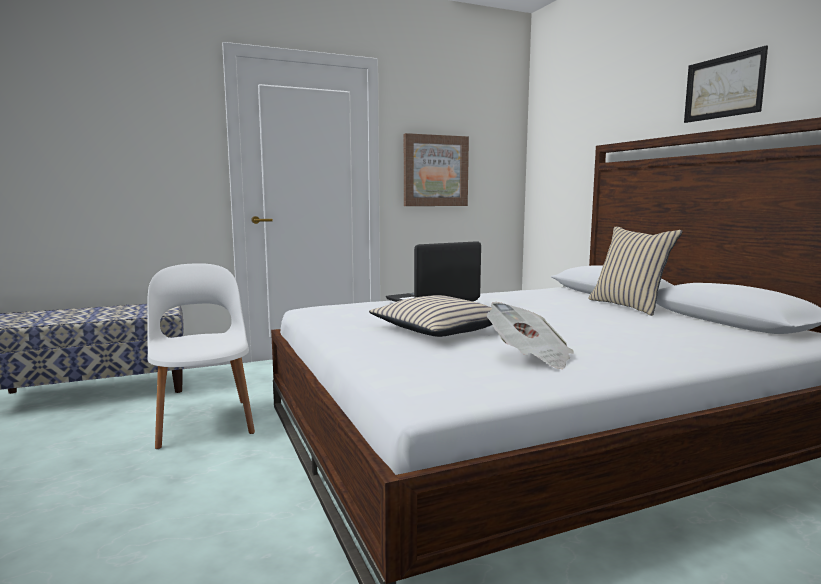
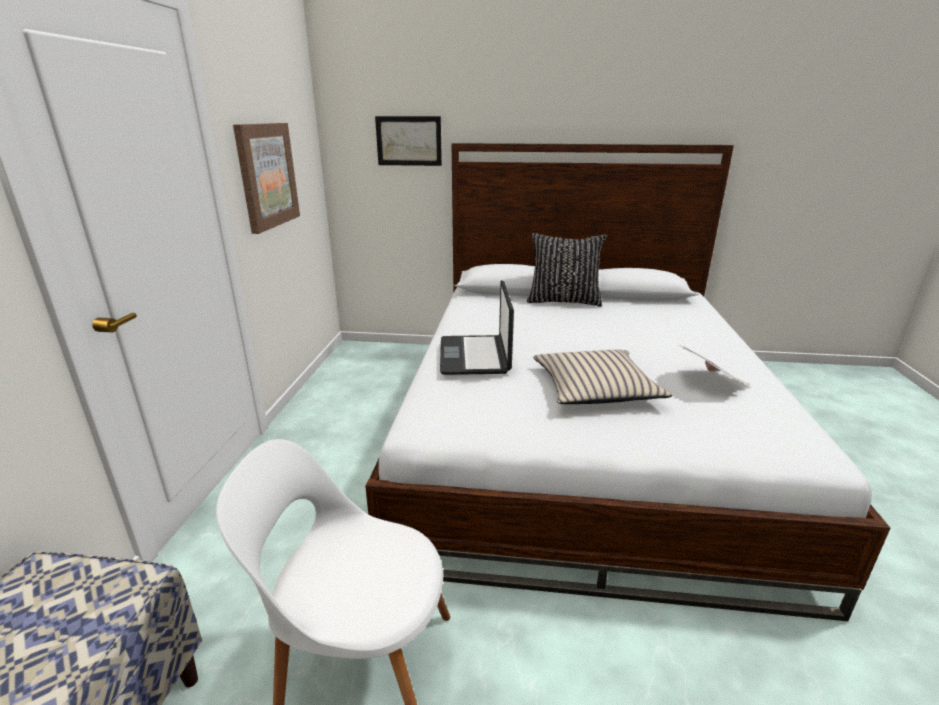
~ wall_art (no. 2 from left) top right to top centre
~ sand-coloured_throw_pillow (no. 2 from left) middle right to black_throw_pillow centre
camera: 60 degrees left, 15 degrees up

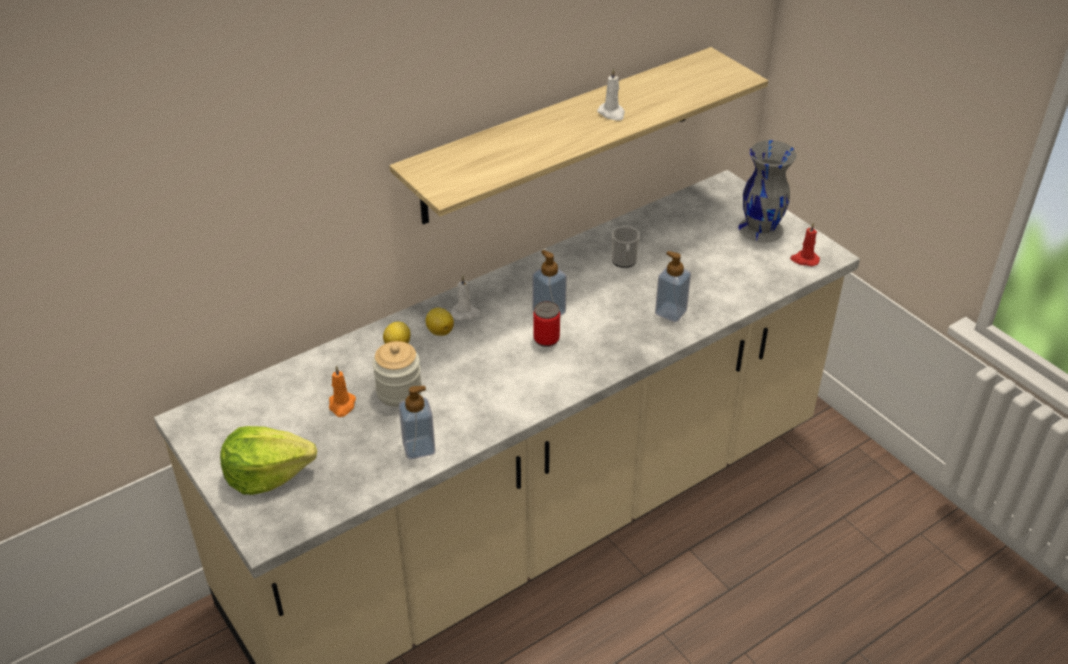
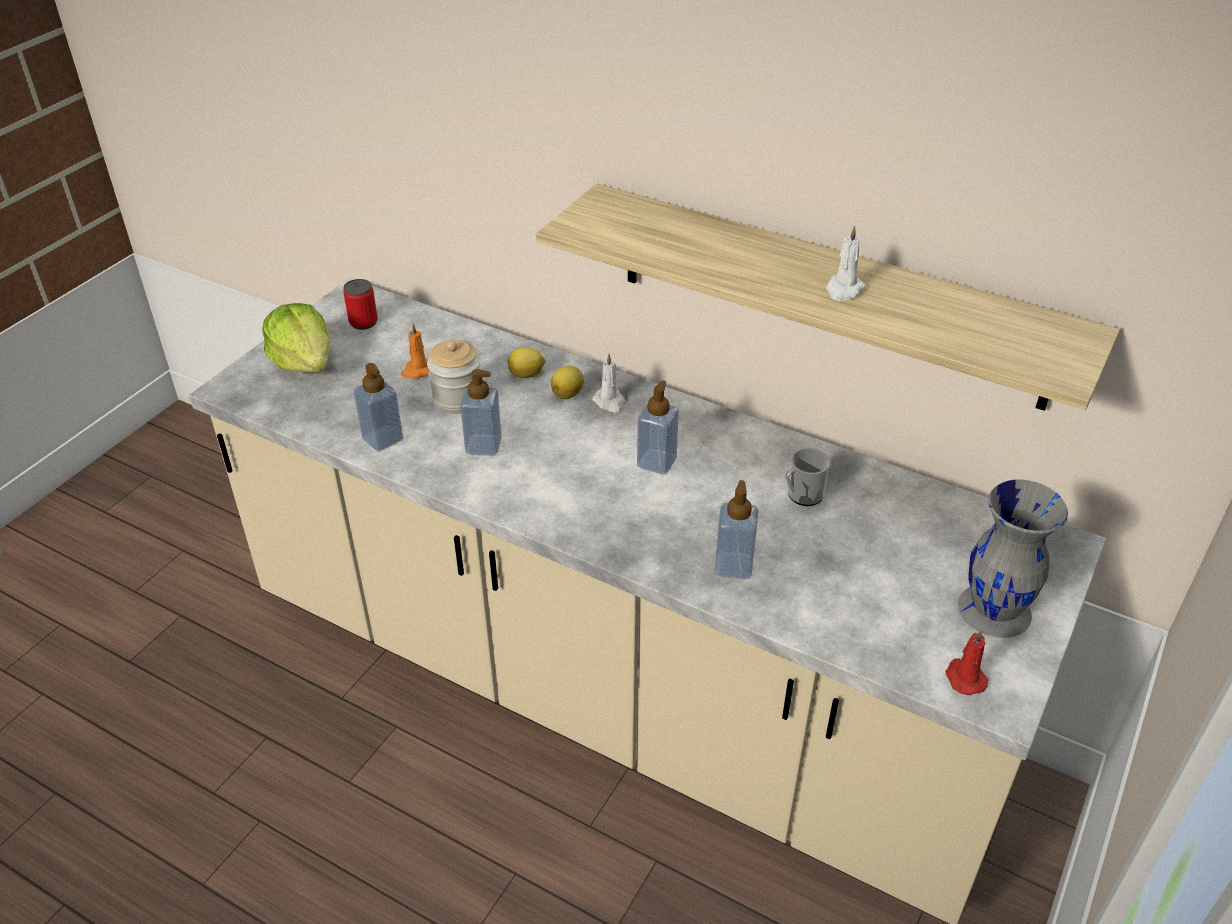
~ sealed_can centre to top left
+ liquid_soap_bottle (no. 2 from left) centre
camera: 65 degrees right, 0 degrees up

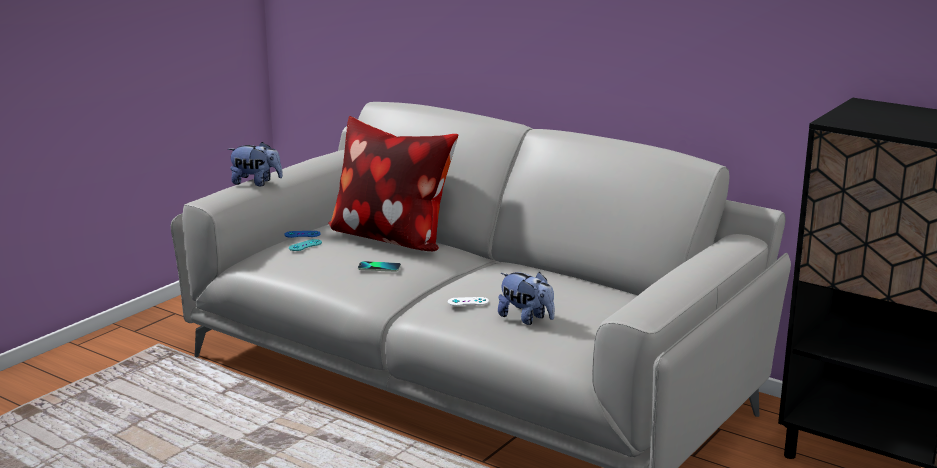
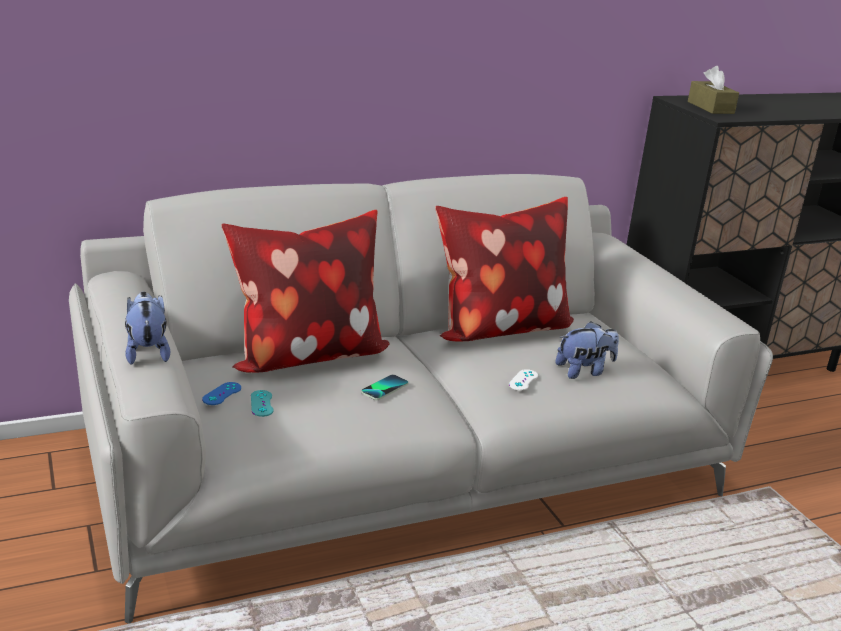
~ soft_toy (no. 1 from left) middle left = middle left 60 degrees counterclockwise
+ brown_tissue_box top right
+ throw_pillow (no. 2 from left) centre
camera: 60 degrees left, 5 degrees up

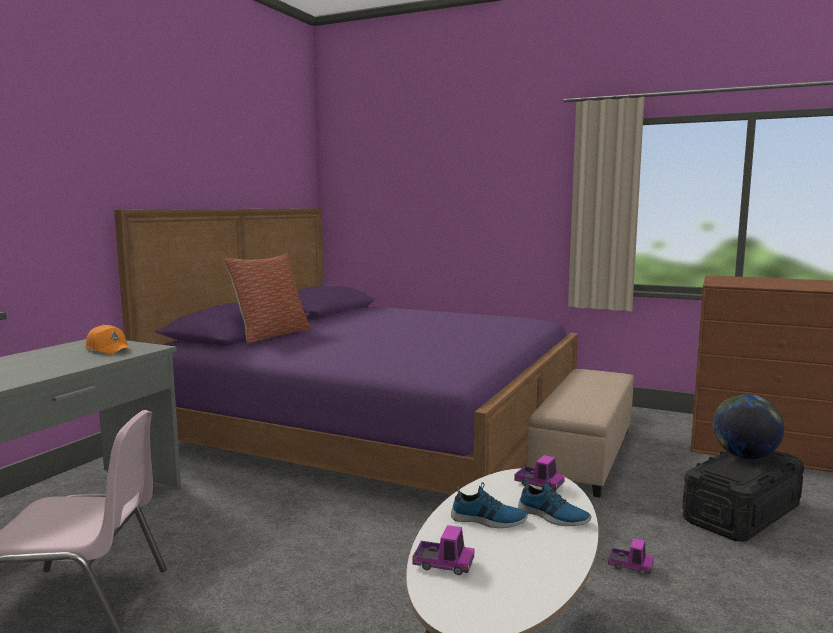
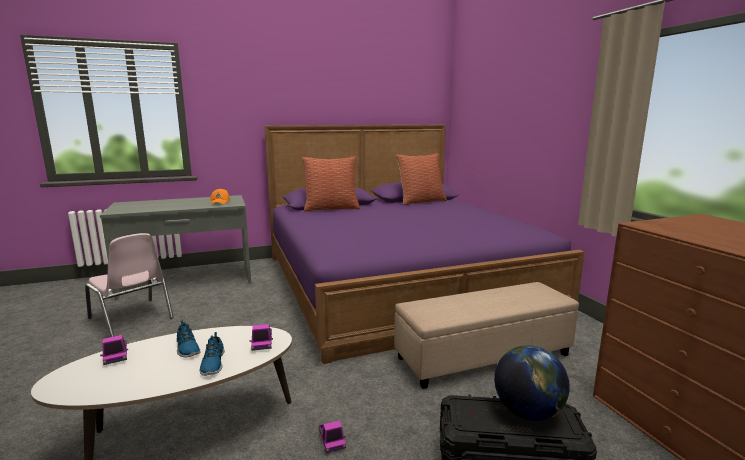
+ throw_pillow (no. 2 from left) centre
camera: 45 degrees right, 5 degrees up

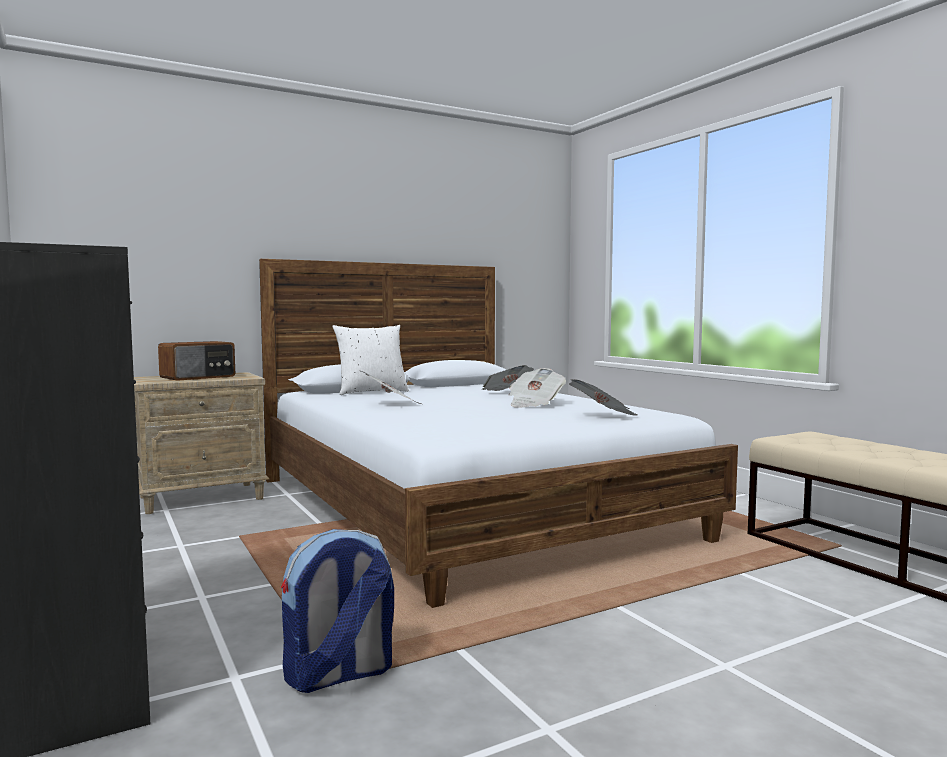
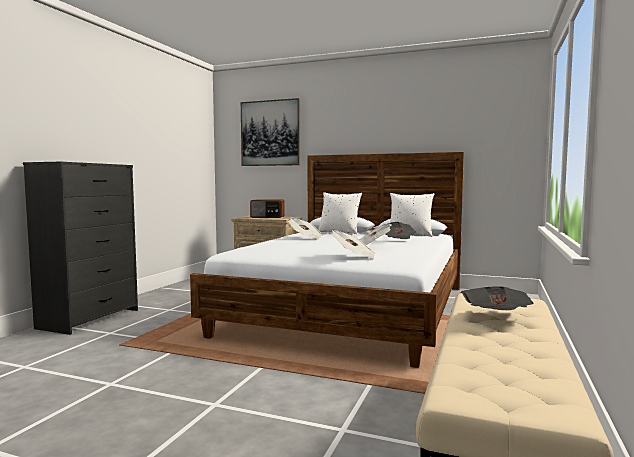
- rucksack bottom centre
+ wall_art top centre
+ whitish_throw_pillow (no. 2 from left) centre
+ printed_paper (no. 5 from left) middle right
camera: 50 degrees right, 0 degrees up

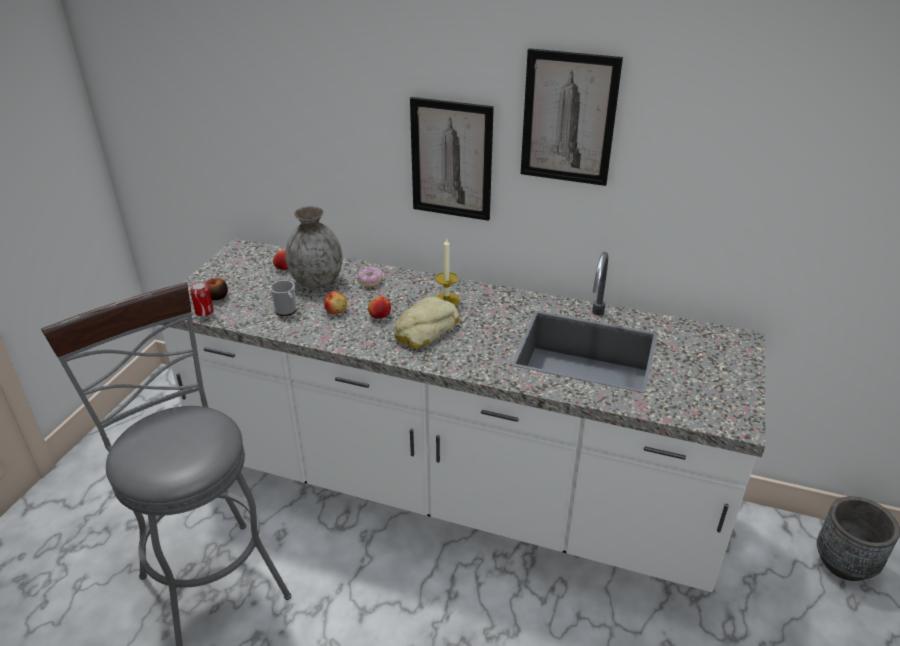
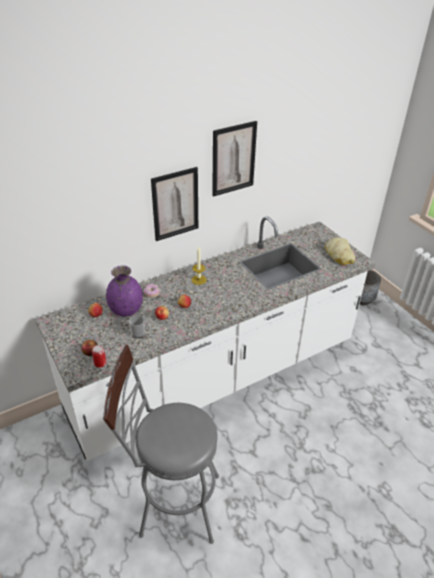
~ gray_flower_vase centre to purple_flower_vase middle left
~ bread centre to middle right
camera: 50 degrees left, 5 degrees up

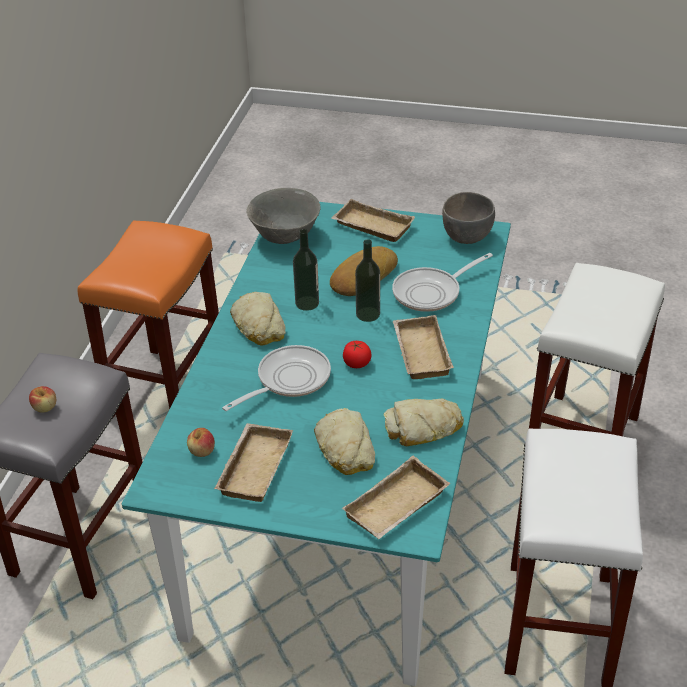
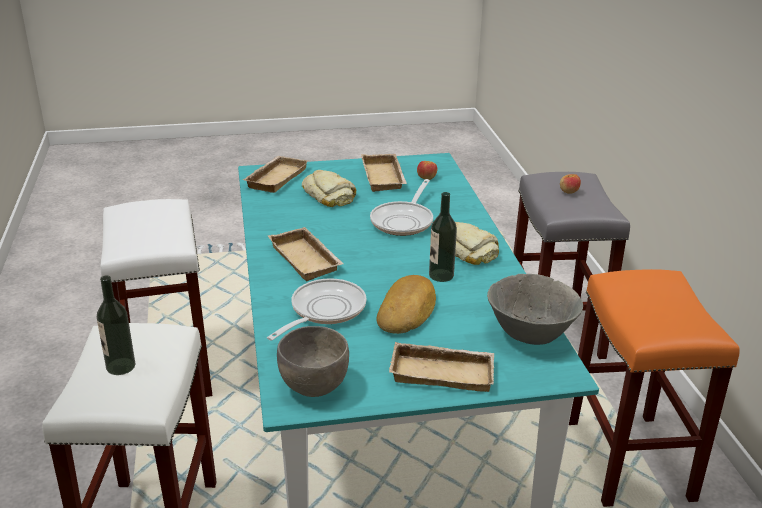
~ beverage_bottle (no. 2 from left in the first image) centre to beverage_bottle (no. 1 from left) middle left
- tomato centre
- bread (no. 4 from left) centre
camera: 155 degrees right, 10 degrees down

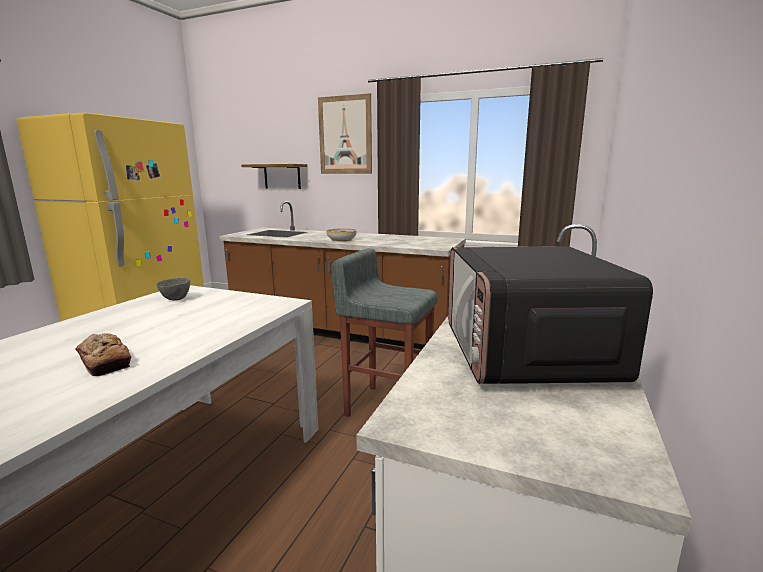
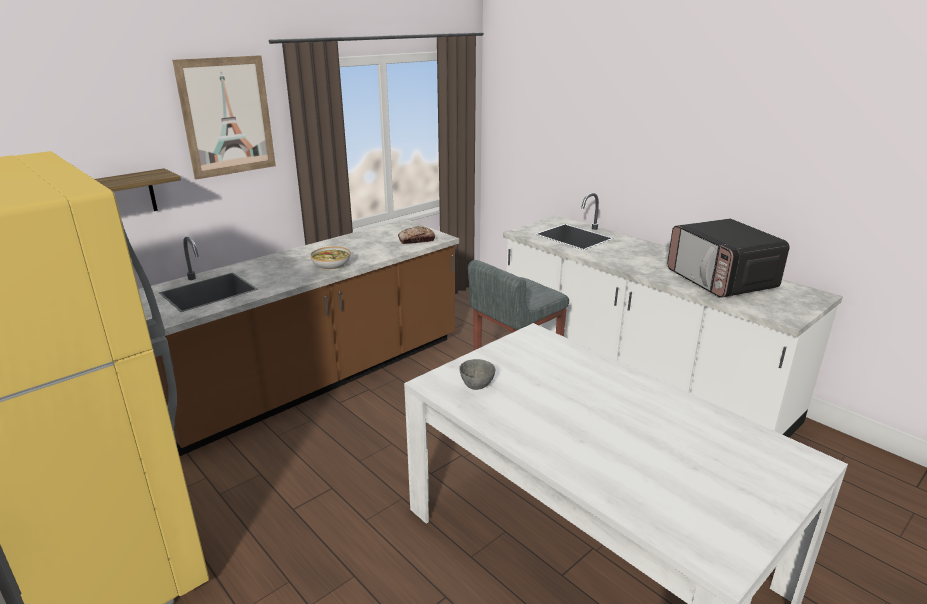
~ kitchen_microwave middle right = middle right 45 degrees clockwise
~ bread middle left to centre
camera: 65 degrees left, 10 degrees up

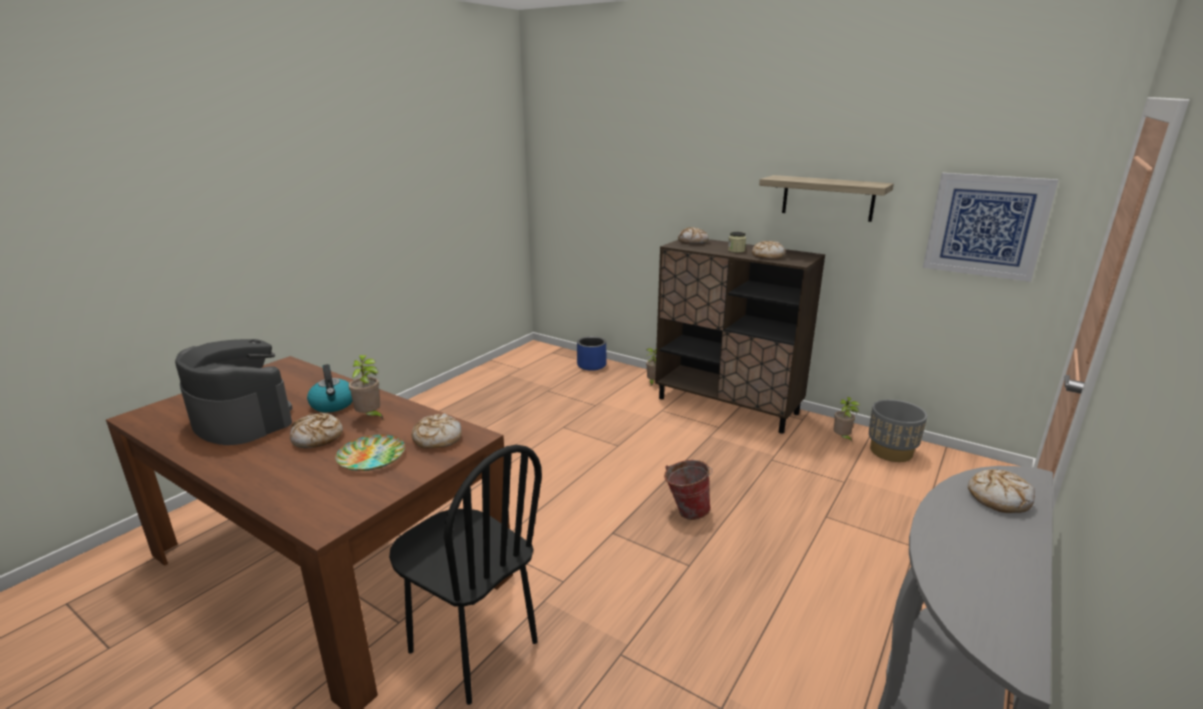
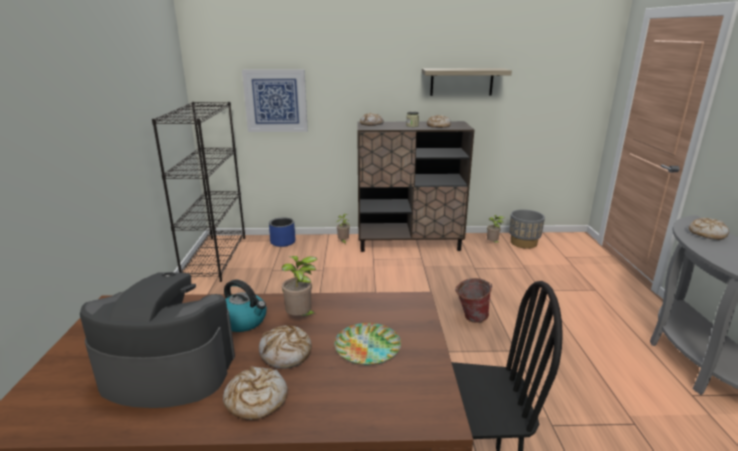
~ wall_art top right to top centre
~ bread (no. 2 from left in the first image) centre to bread (no. 1 from left) bottom centre
+ black_shelving_unit middle left
camera: 35 degrees left, 0 degrees up

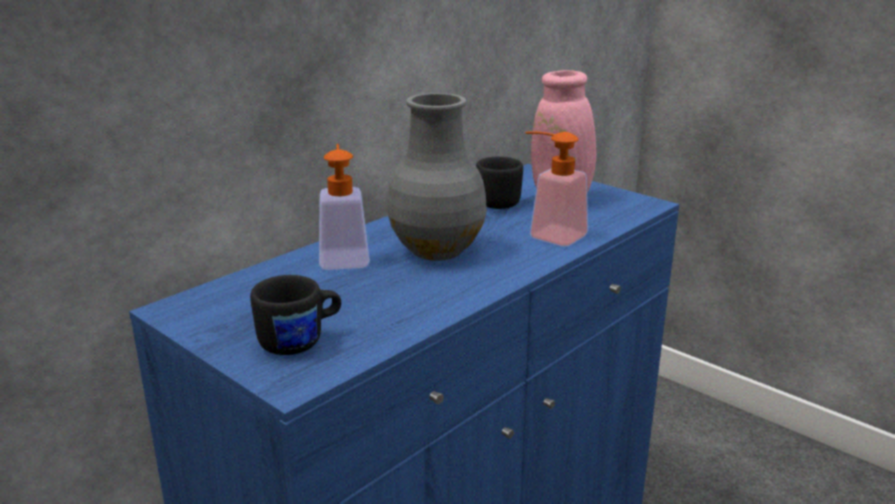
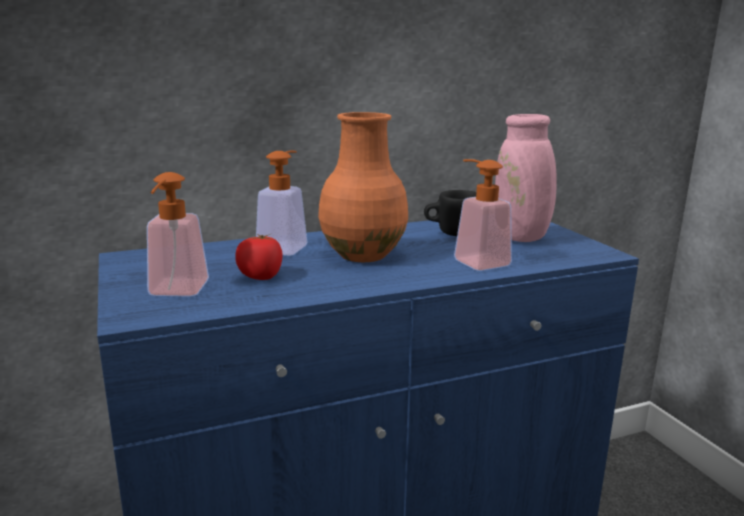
~ gray_flower_vase centre to orangey_flower_vase centre
~ black_coffee_mug (no. 1 from left) middle left to liquid_soap_bottle (no. 1 from left) middle left
+ tomato centre
camera: 25 degrees right, 5 degrees down

